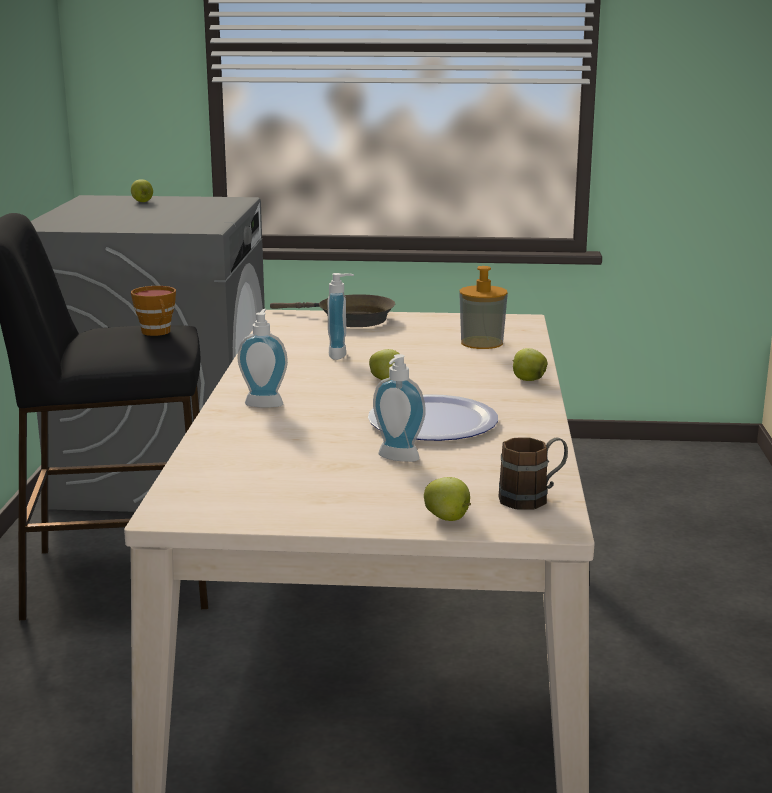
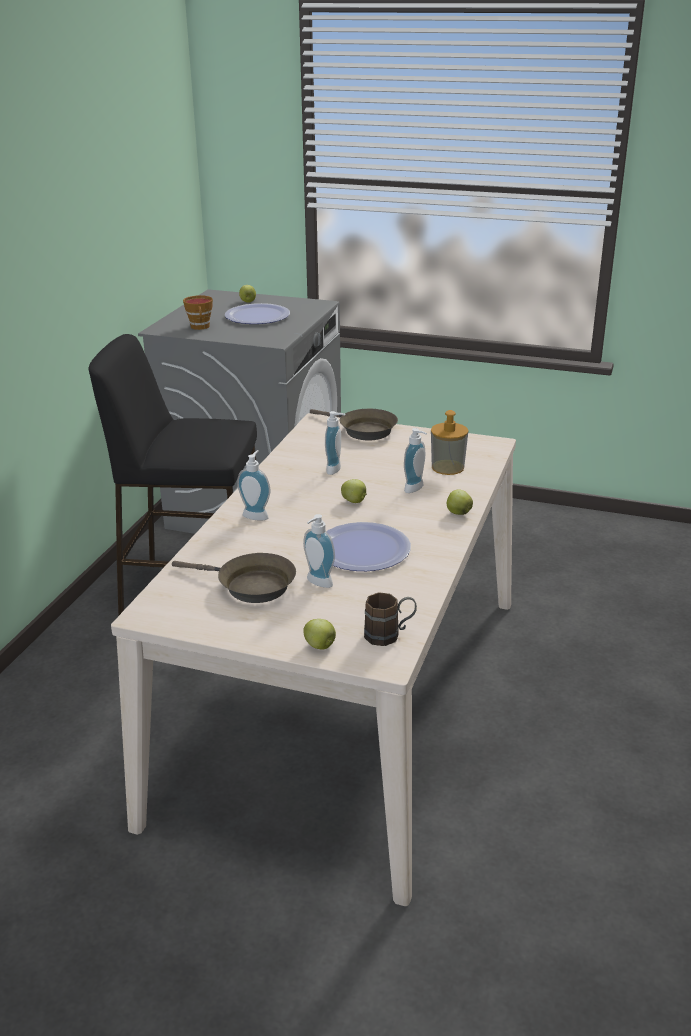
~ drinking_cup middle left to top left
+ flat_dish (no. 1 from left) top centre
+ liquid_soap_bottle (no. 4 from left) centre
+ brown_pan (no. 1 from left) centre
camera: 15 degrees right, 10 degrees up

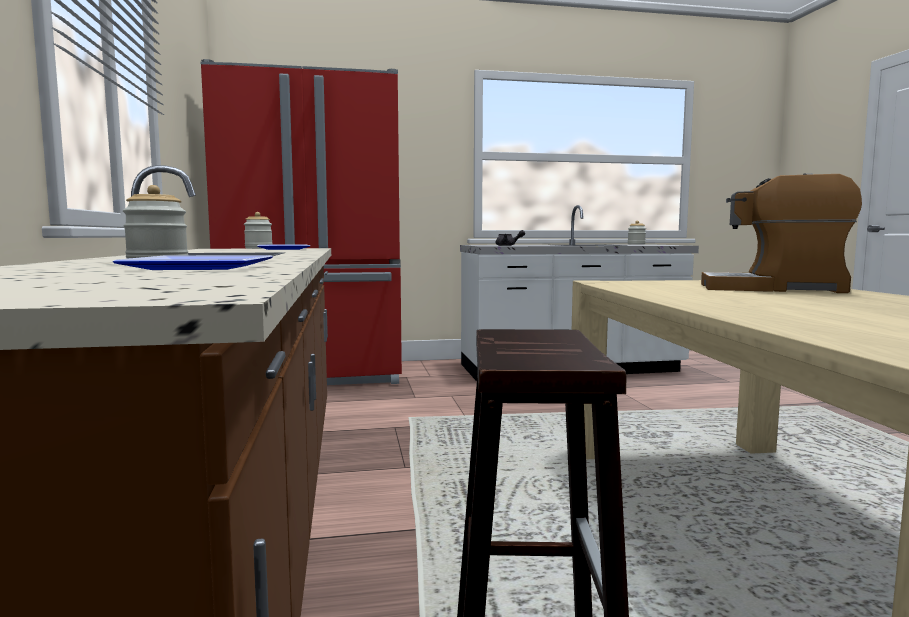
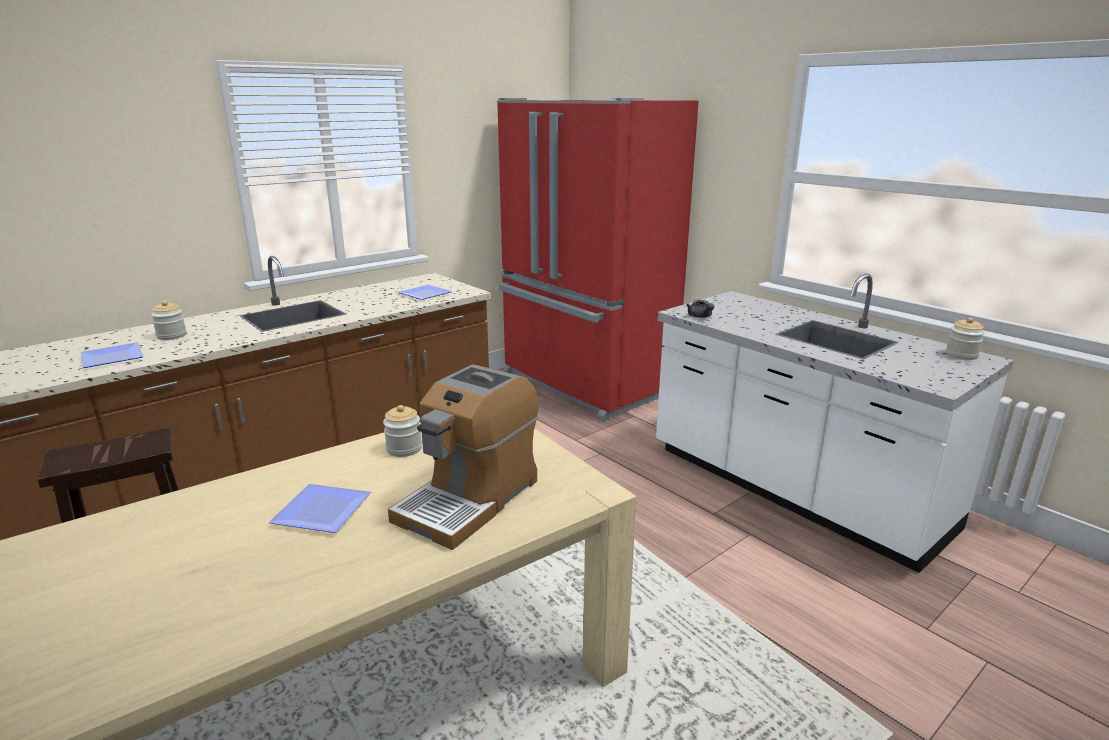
~ coffee_machine middle right = centre 135 degrees counterclockwise
~ storage_jar (no. 2 from left) middle left to centre
+ flat_dish (no. 2 from left) bottom left
camera: 60 degrees right, 15 degrees up

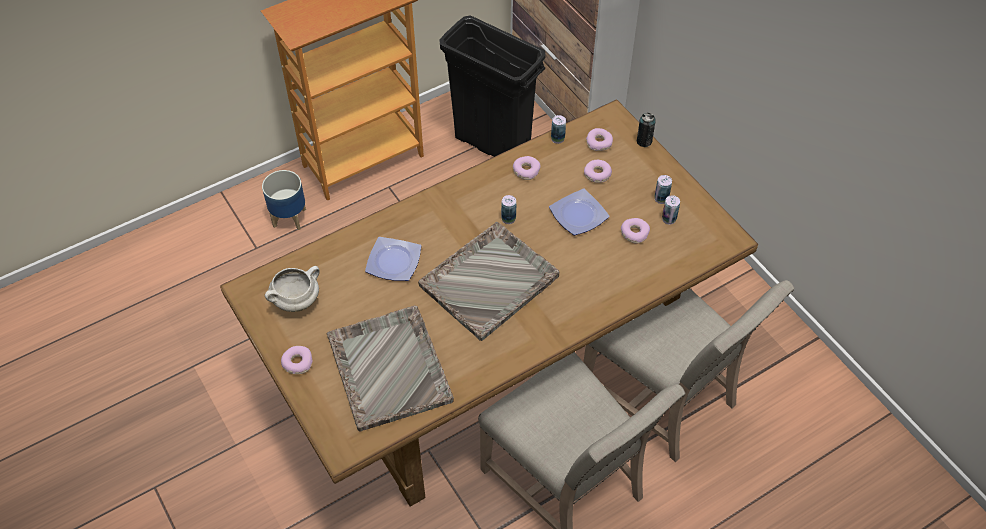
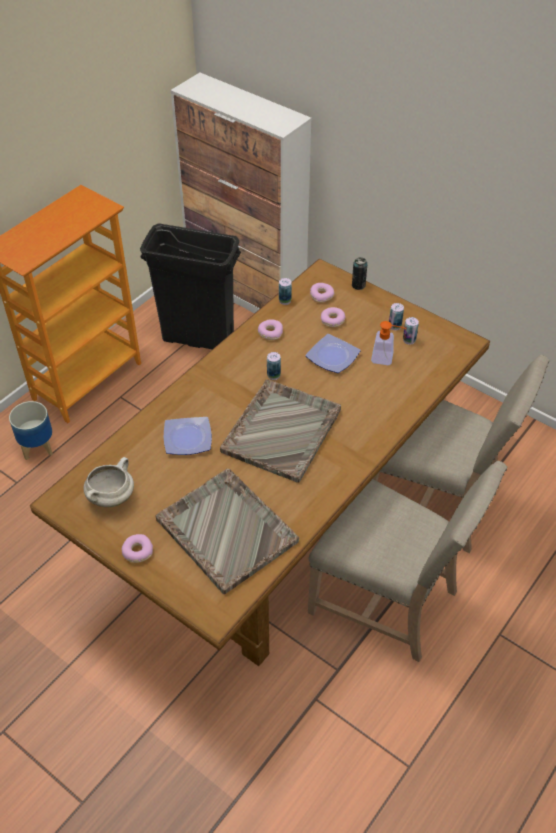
~ ring_doughnut (no. 5 from left) centre to liquid_soap_bottle middle right
camera: 20 degrees left, 5 degrees down

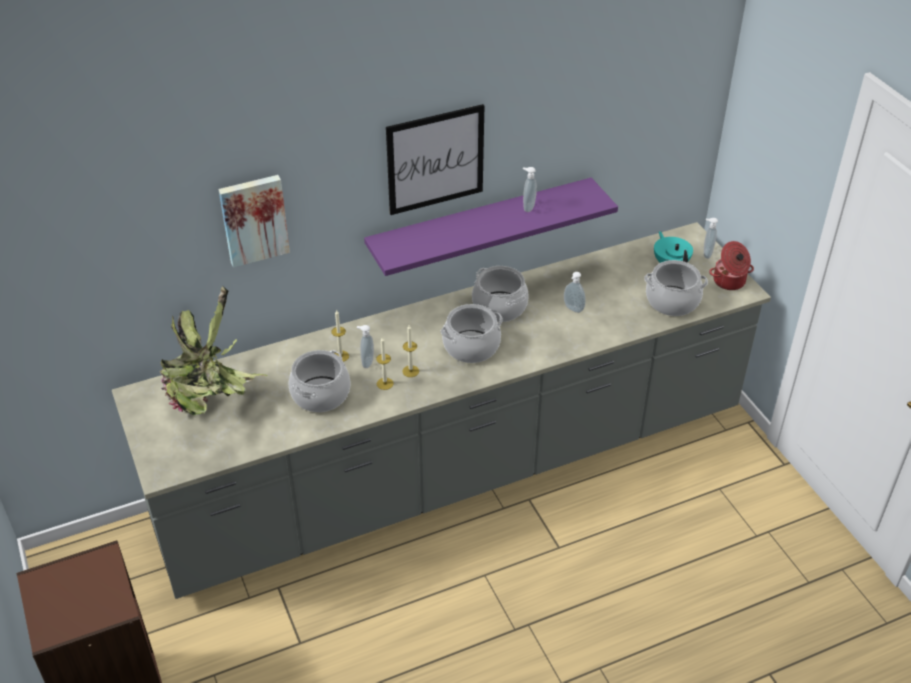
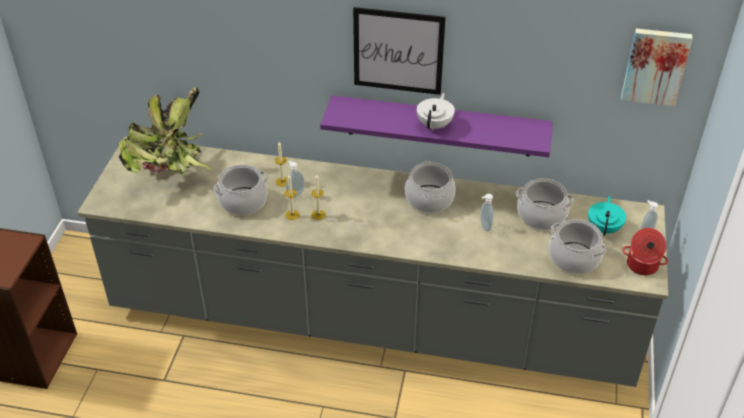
- liquid_soap_bottle (no. 2 from left) top centre
~ wall_art (no. 1 from left in the first image) top left to wall_art (no. 2 from left) top right
~ cooking_pot (no. 2 from left in the first image) centre to cooking_pot (no. 3 from left) middle right
+ whitish_teapot top centre
camera: 35 degrees right, 0 degrees up

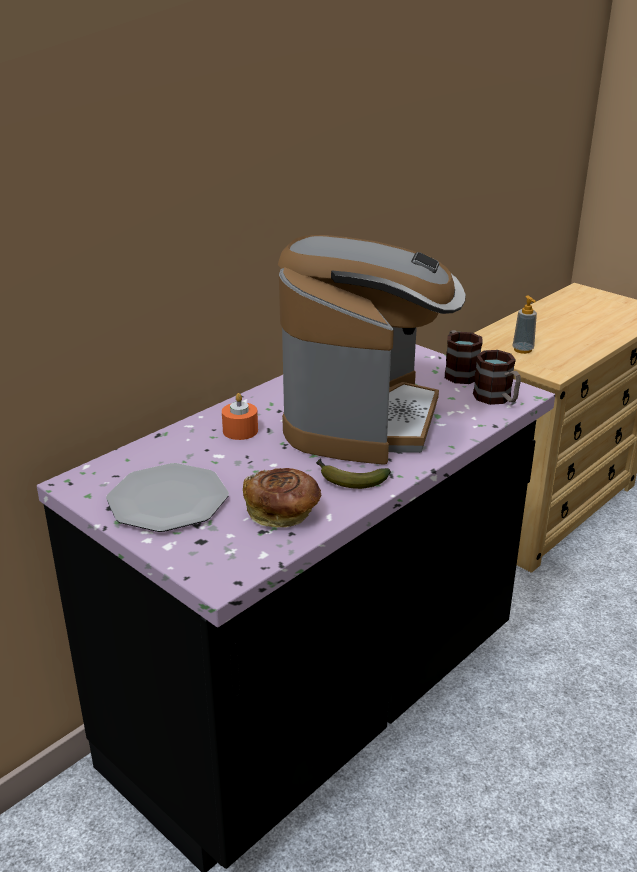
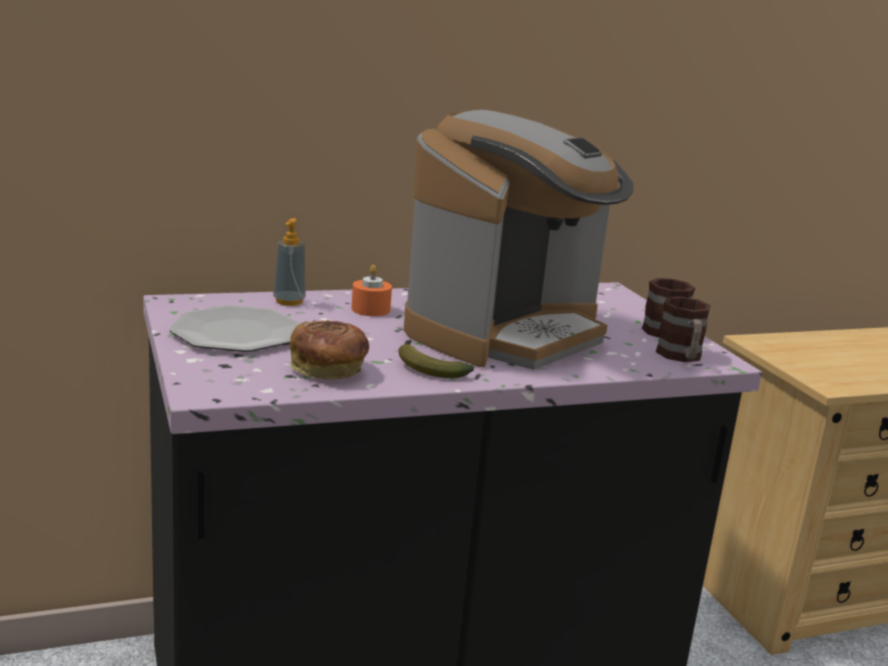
~ liquid_soap_bottle middle right to middle left
camera: 25 degrees right, 10 degrees down

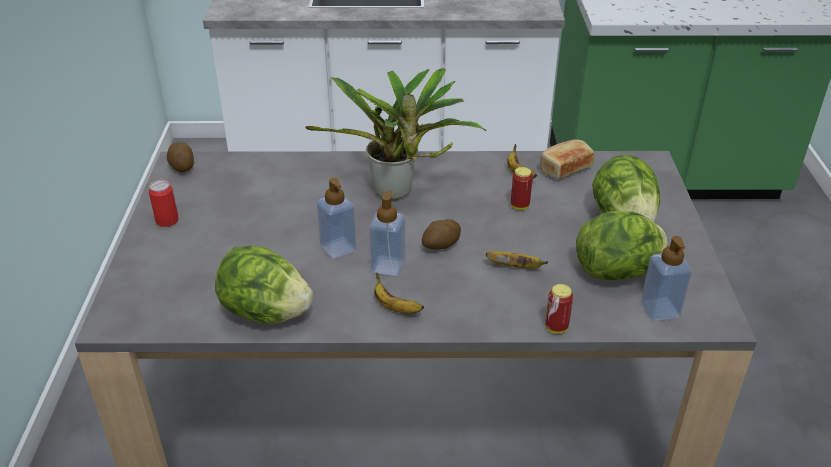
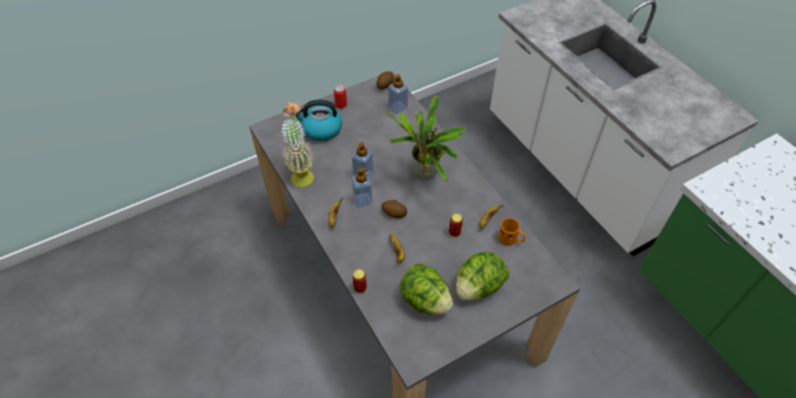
~ bread middle right to orangey_coffee_mug centre
~ liquid_soap_bottle (no. 3 from left) middle right to top centre
~ head_of_lettuce (no. 1 from left) middle left to houseplant (no. 1 from left) centre
+ water_kettle top centre
camera: 60 degrees right, 15 degrees up

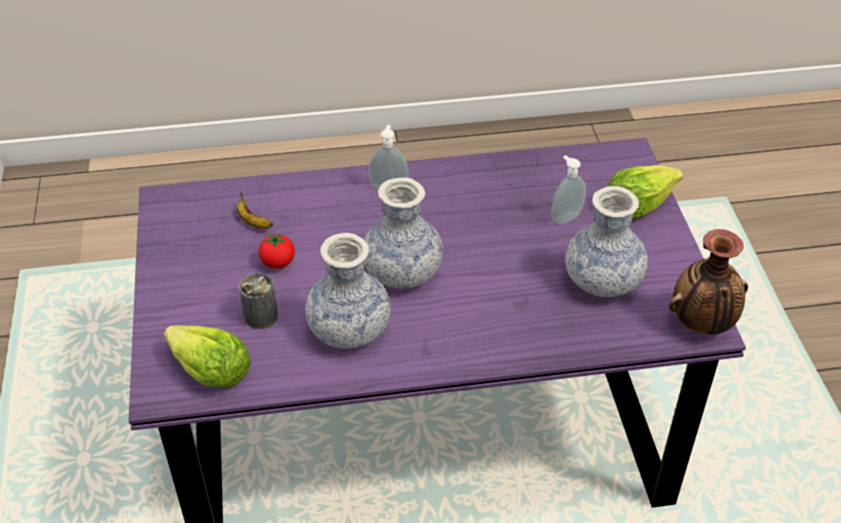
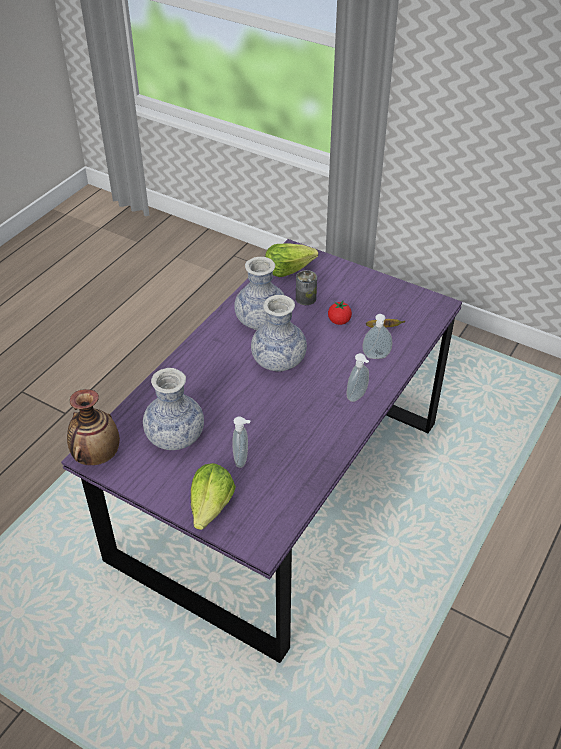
+ liquid_soap_bottle (no. 3 from left) middle right
camera: 130 degrees right, 0 degrees up

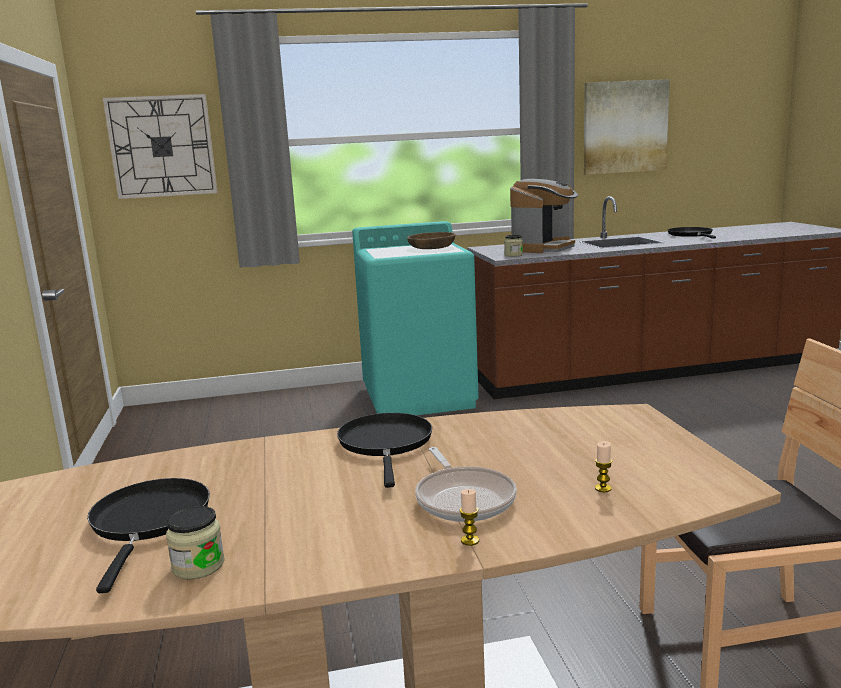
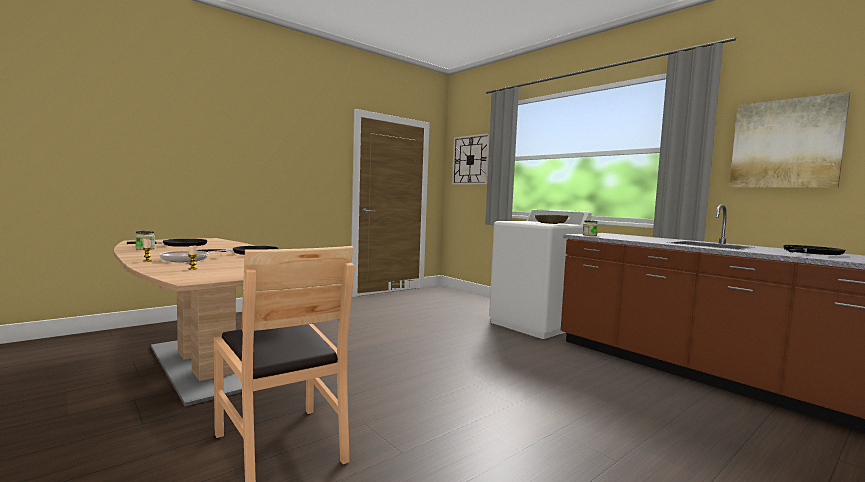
- coffee_machine top centre
~ turquoise_laundry_machine centre to whitish_laundry_machine centre
camera: 60 degrees right, 10 degrees down

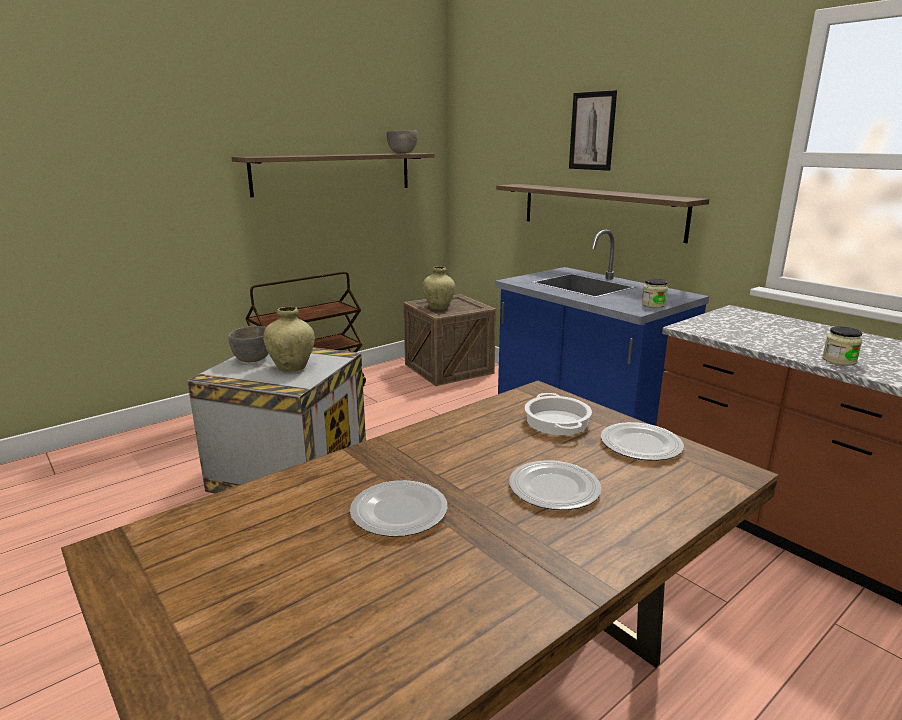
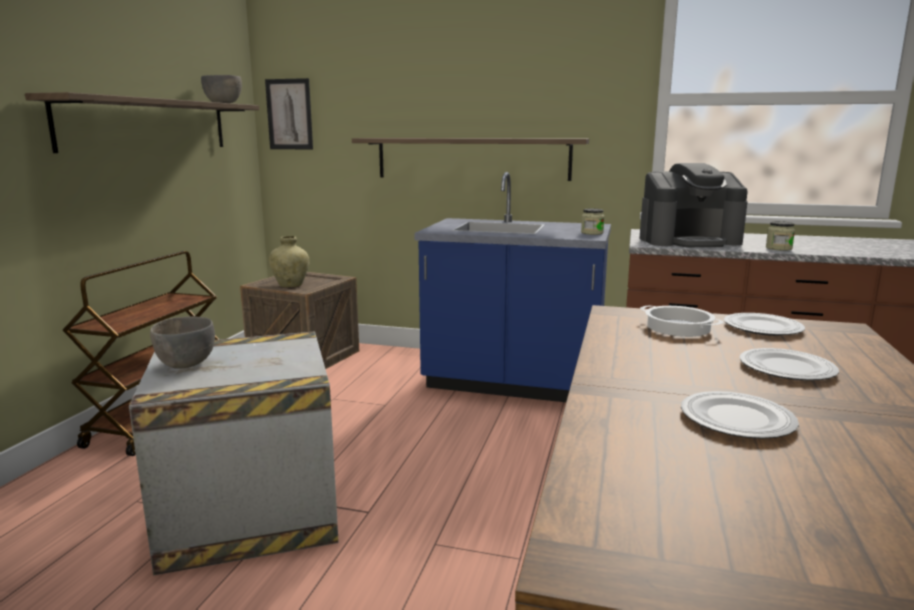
~ wall_art top centre to top left
- sand-coloured_flower_vase (no. 1 from left) middle left
+ coffee_machine middle right
camera: 35 degrees left, 5 degrees down

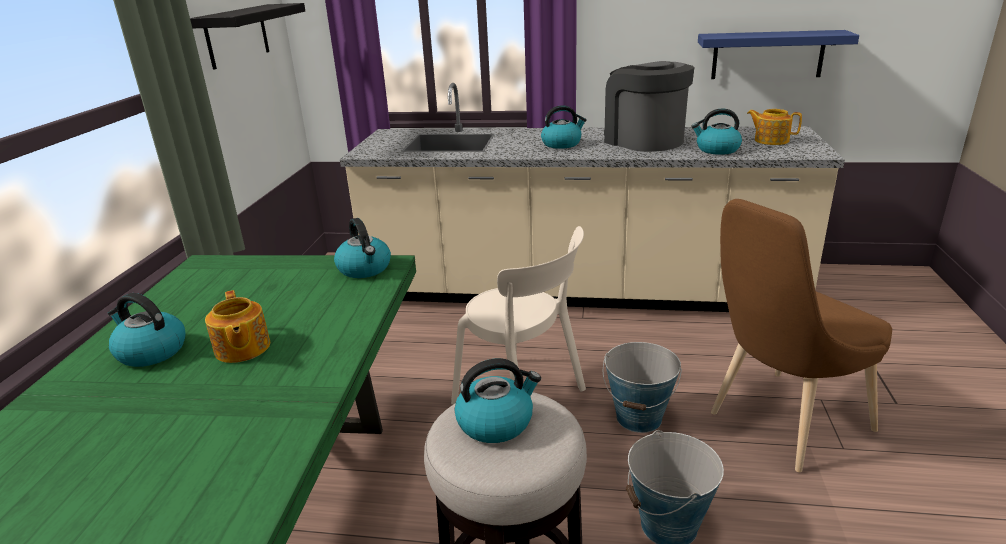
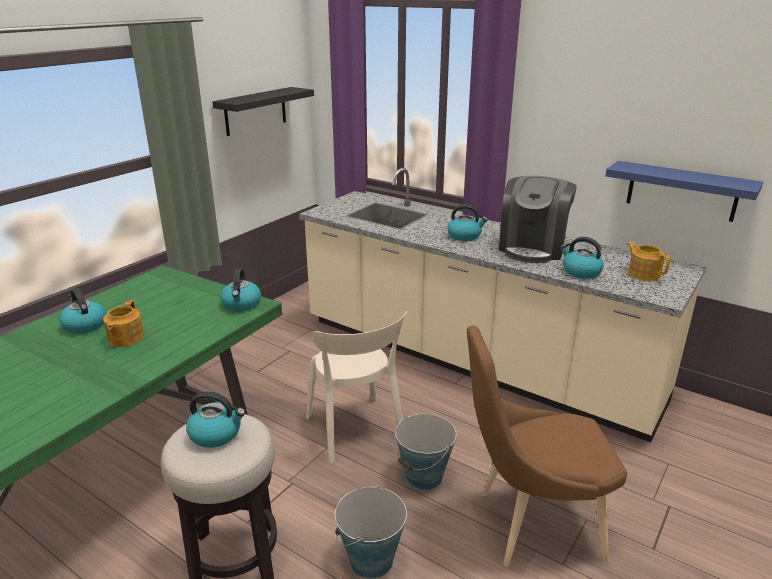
~ coffee_machine top centre = middle right 150 degrees counterclockwise
camera: 25 degrees right, 0 degrees up

